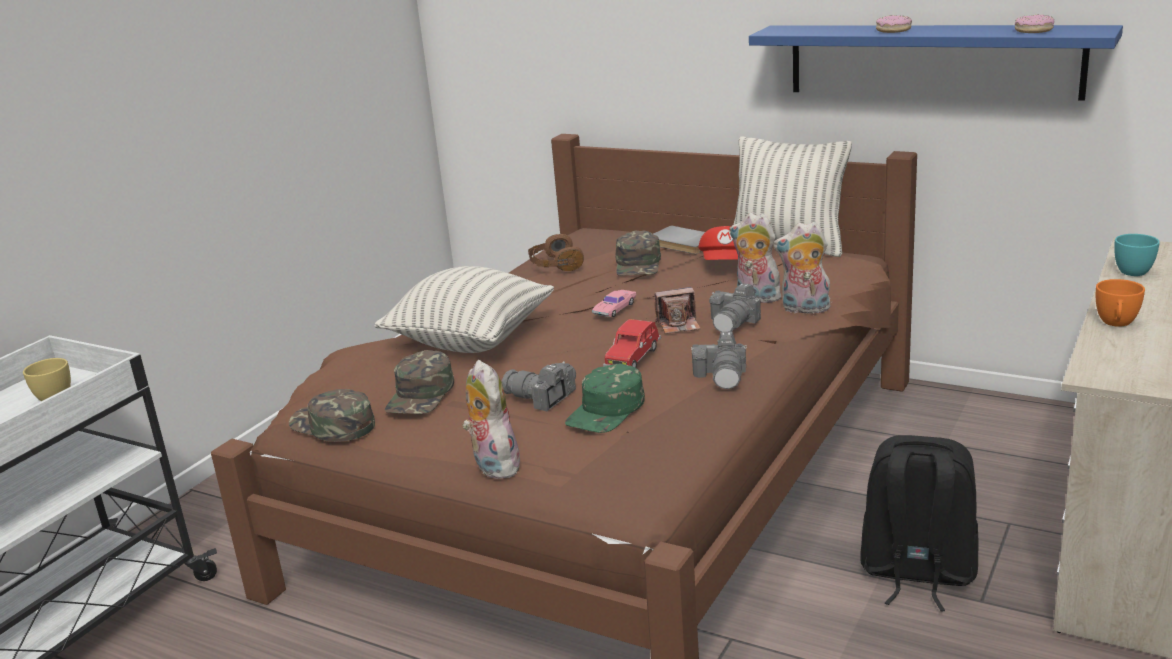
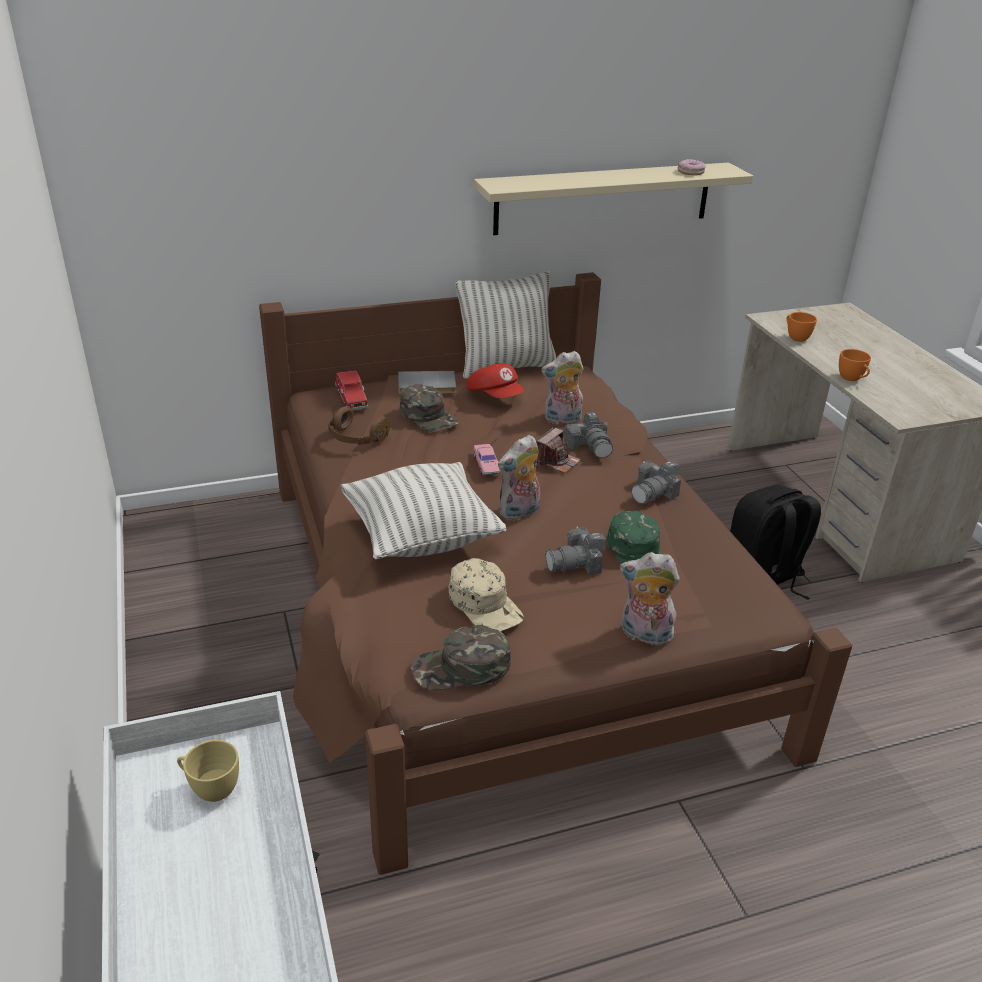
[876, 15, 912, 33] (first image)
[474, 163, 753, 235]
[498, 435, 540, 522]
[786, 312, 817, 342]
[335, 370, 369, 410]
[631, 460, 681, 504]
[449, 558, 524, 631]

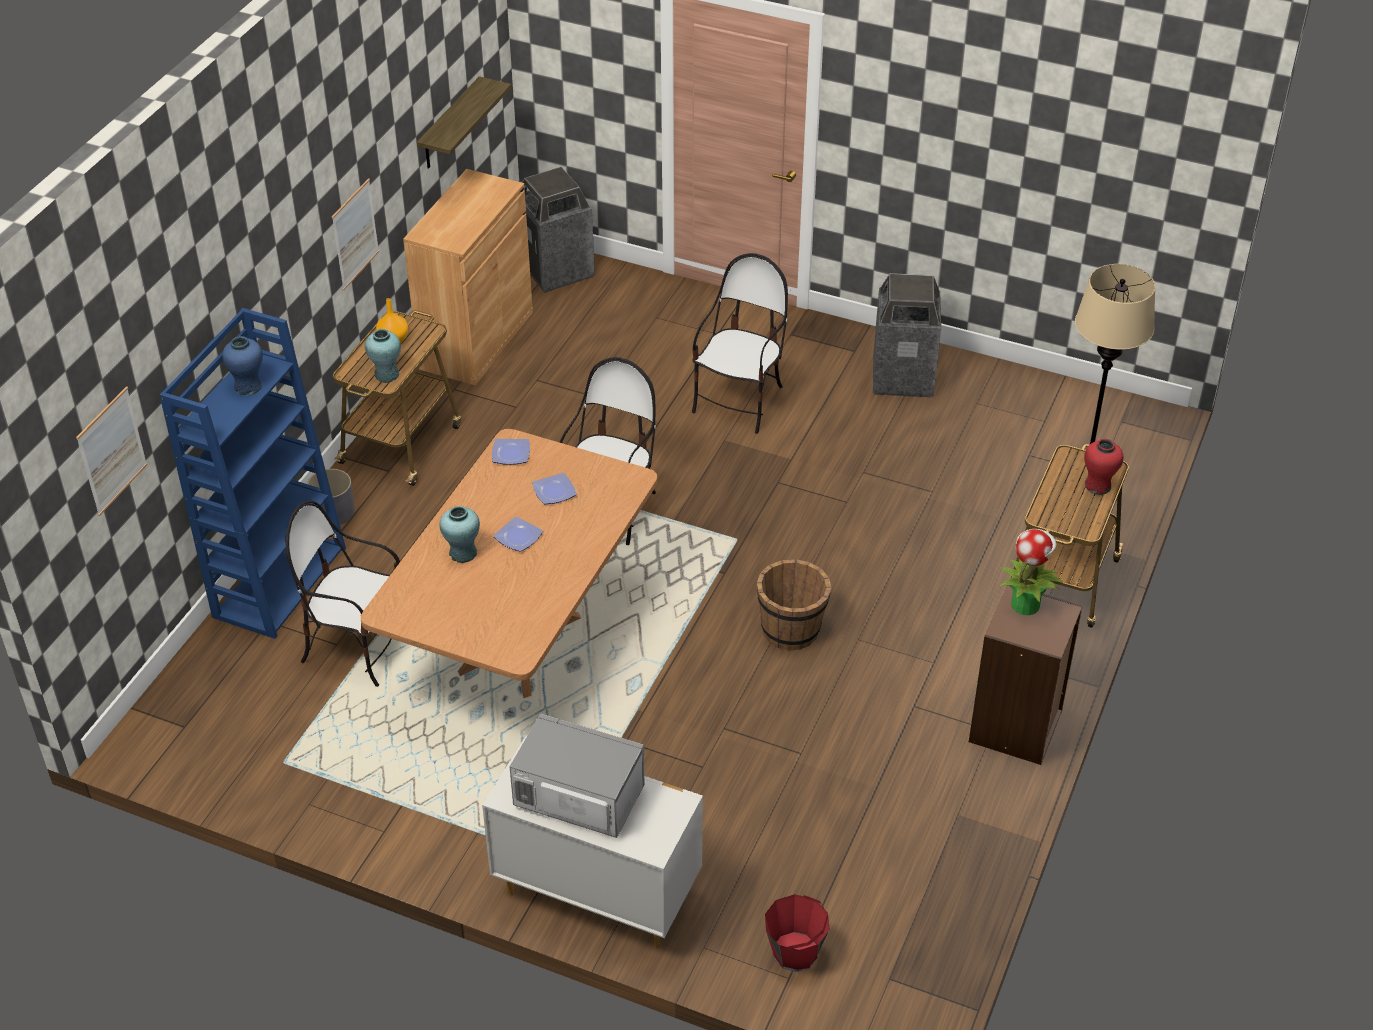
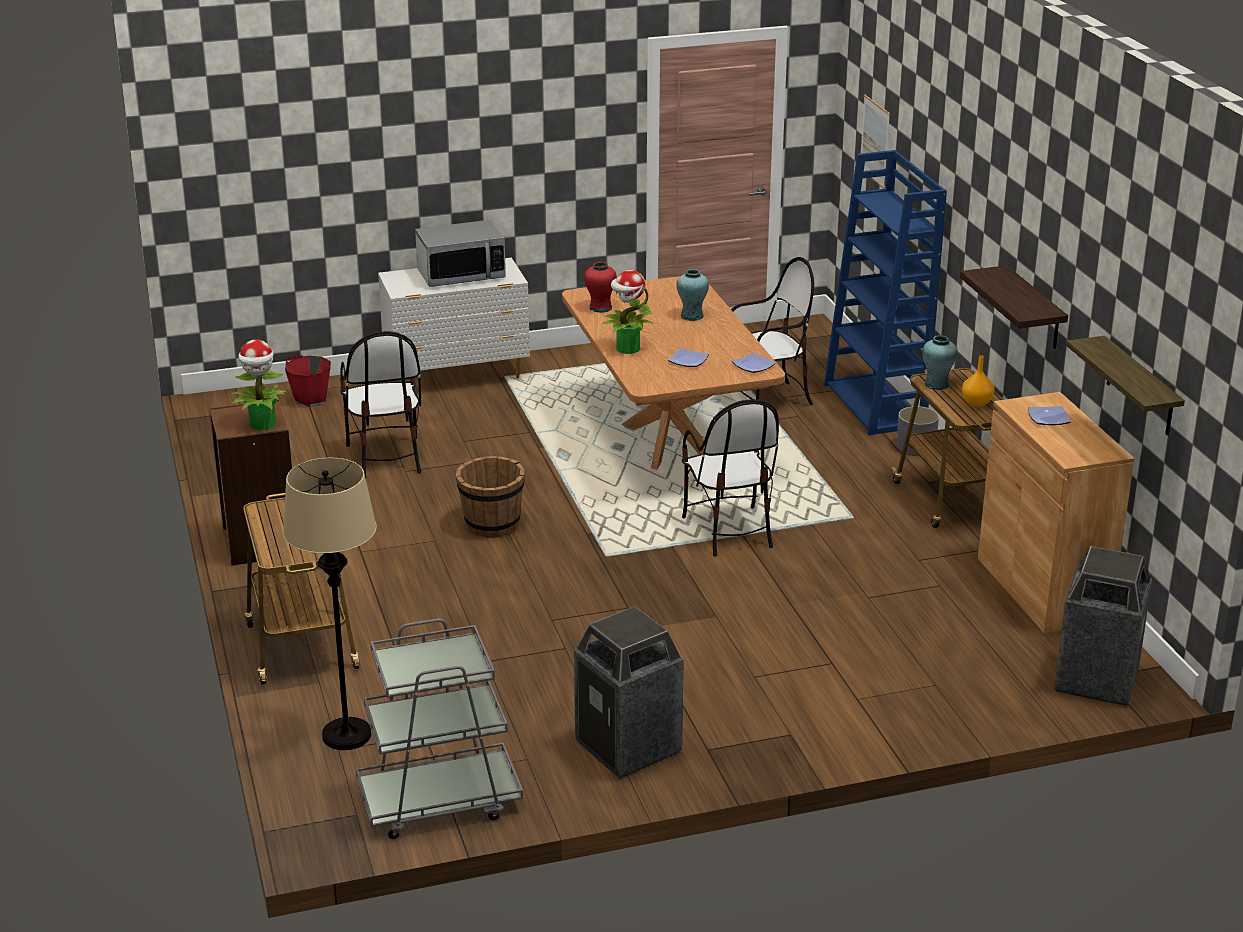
[960, 265, 1068, 349]
[340, 331, 421, 478]
[222, 336, 263, 396] (first image)
[584, 262, 617, 313]
[1028, 406, 1071, 425]
[602, 270, 654, 354]
[356, 619, 523, 839]

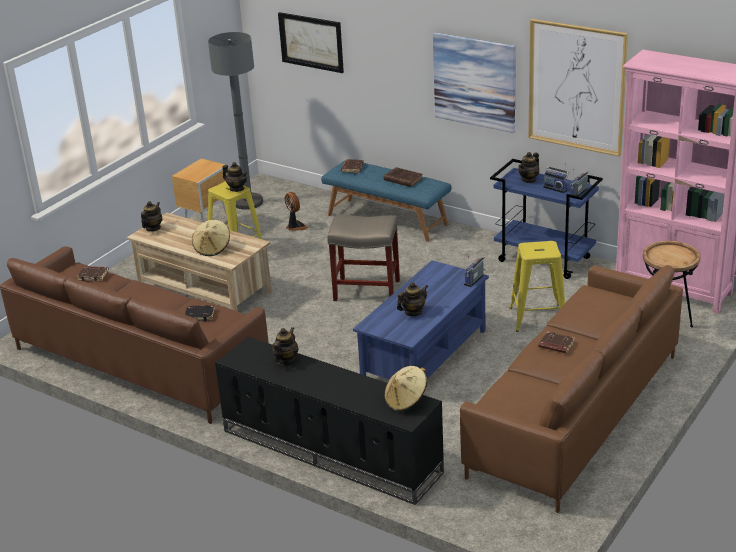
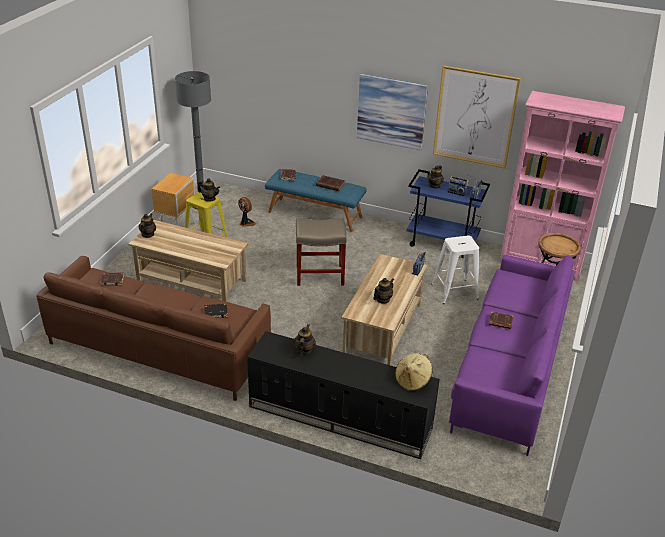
[278, 12, 344, 73] (first image)
[192, 219, 230, 256] (first image)
[431, 235, 479, 304]
[341, 254, 427, 365]
[449, 254, 575, 456]

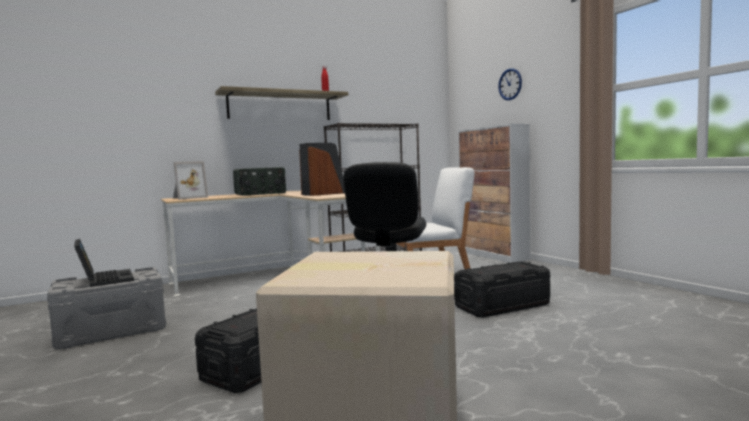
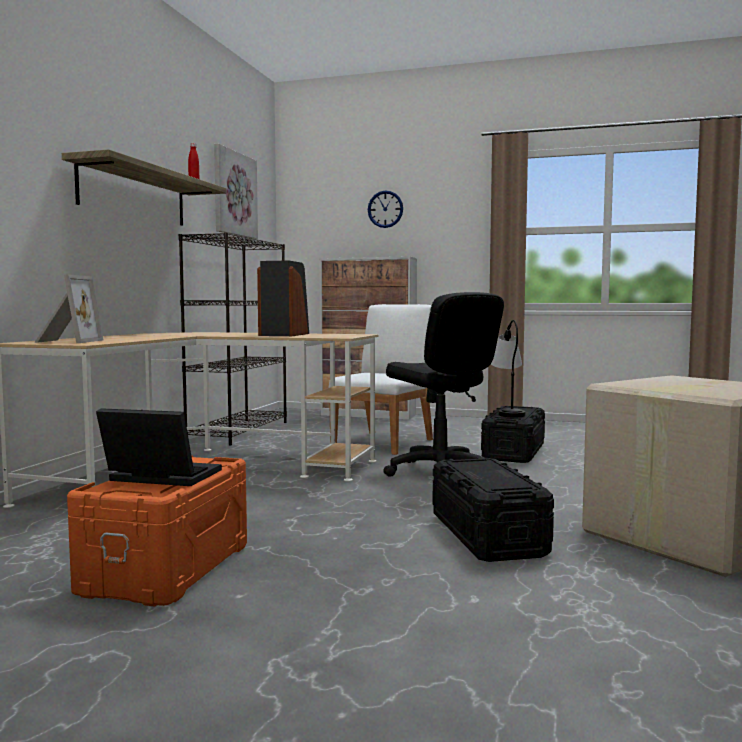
[233, 167, 286, 196] (first image)
[67, 456, 247, 607]
[214, 144, 258, 239]
[490, 320, 526, 417]

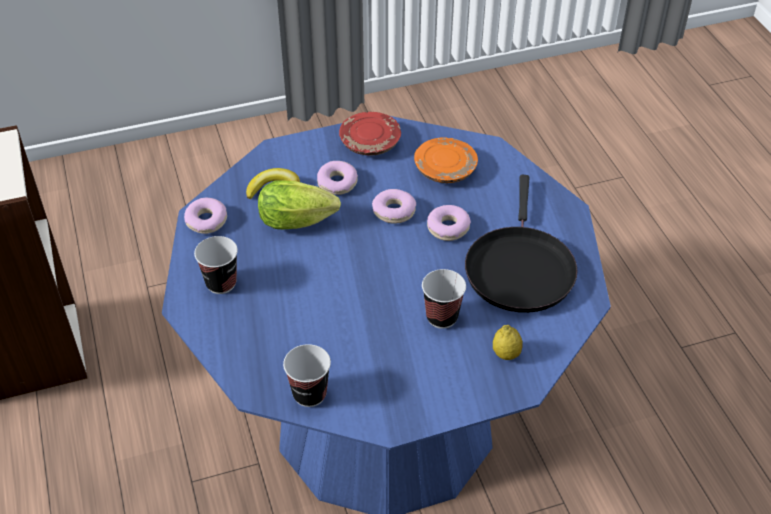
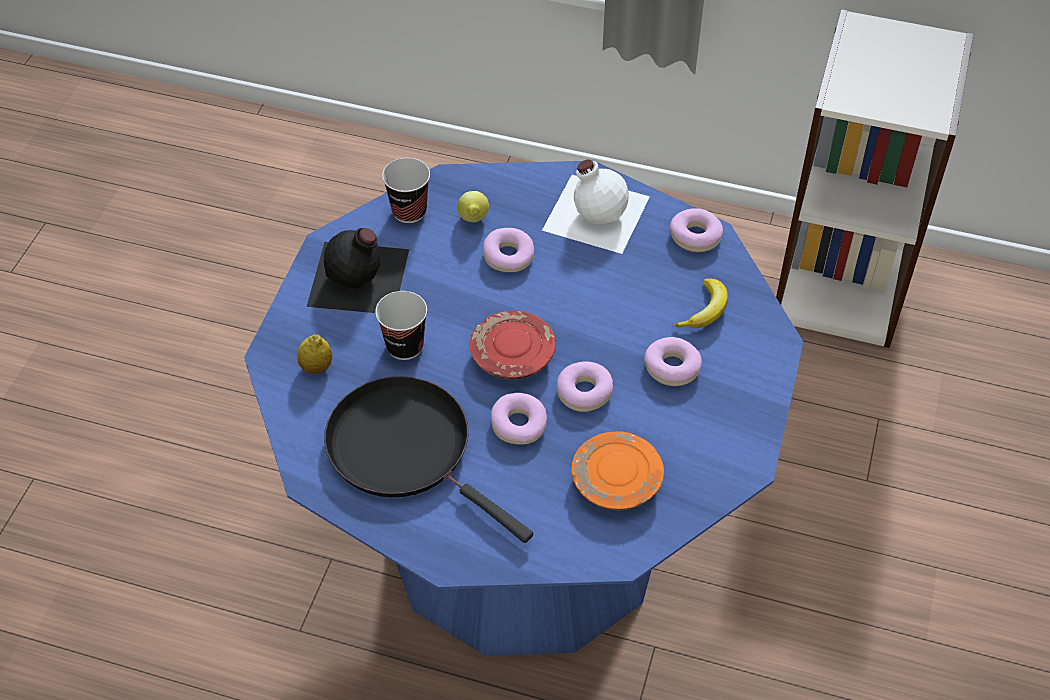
[469, 310, 556, 380]
[258, 180, 341, 229] (first image)
[542, 160, 650, 254]
[457, 191, 489, 222]
[306, 228, 409, 313]
[483, 228, 534, 272]

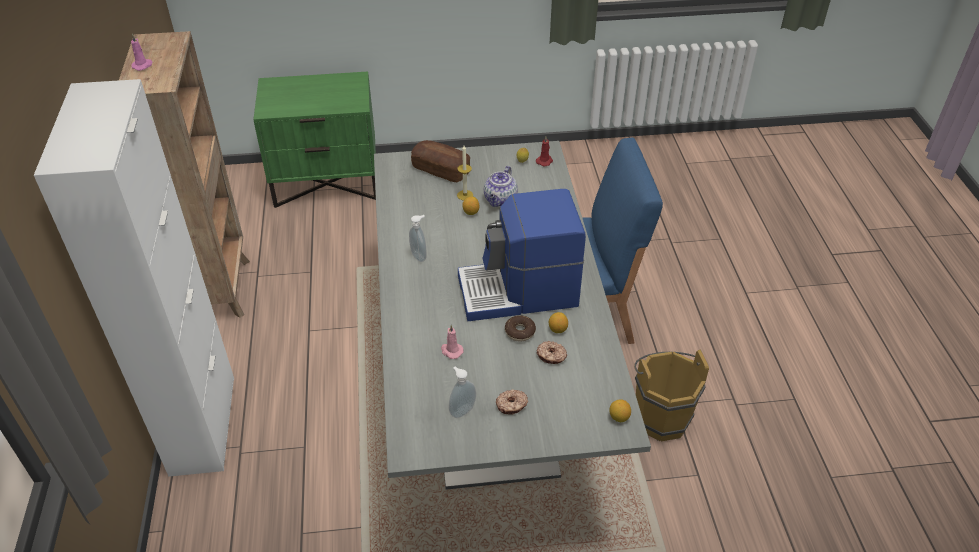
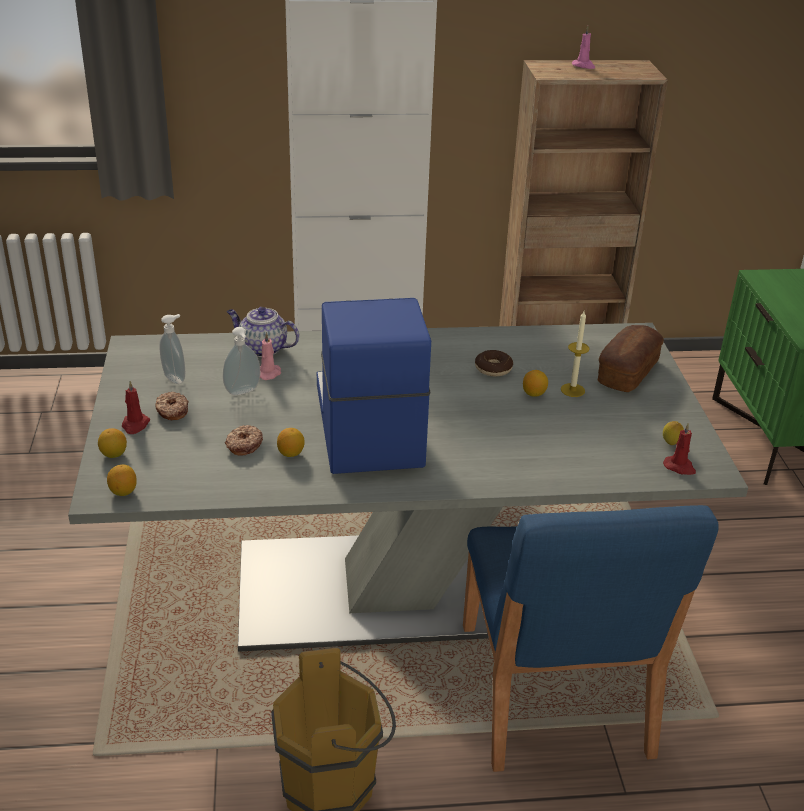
[227, 307, 299, 357]
[223, 327, 260, 395]
[475, 350, 513, 376]
[122, 381, 150, 434]
[98, 428, 127, 458]

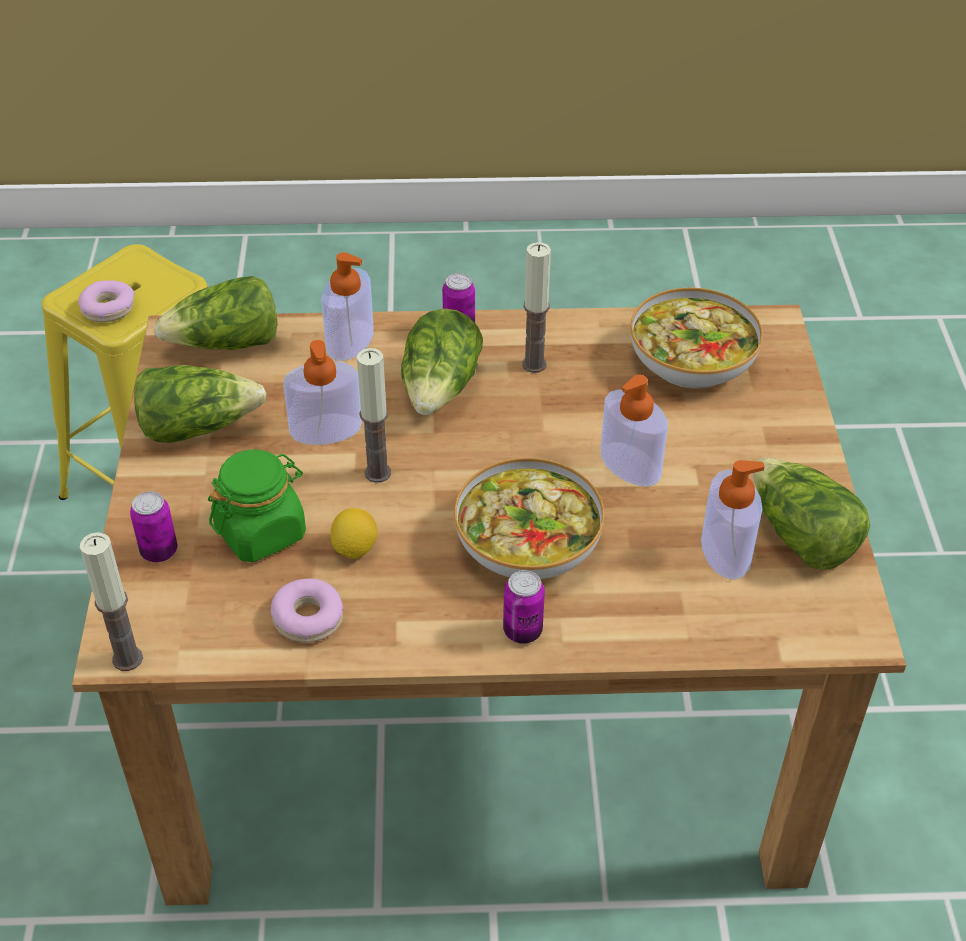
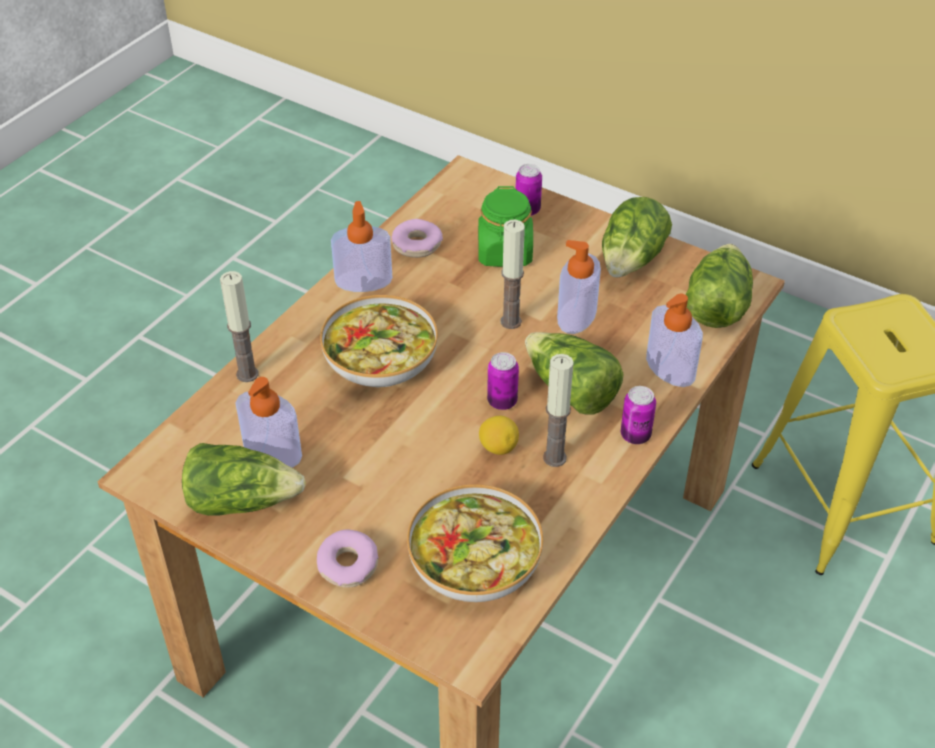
[317, 529, 378, 588]
[331, 201, 392, 292]
[479, 416, 519, 455]
[220, 271, 258, 382]
[487, 352, 519, 410]

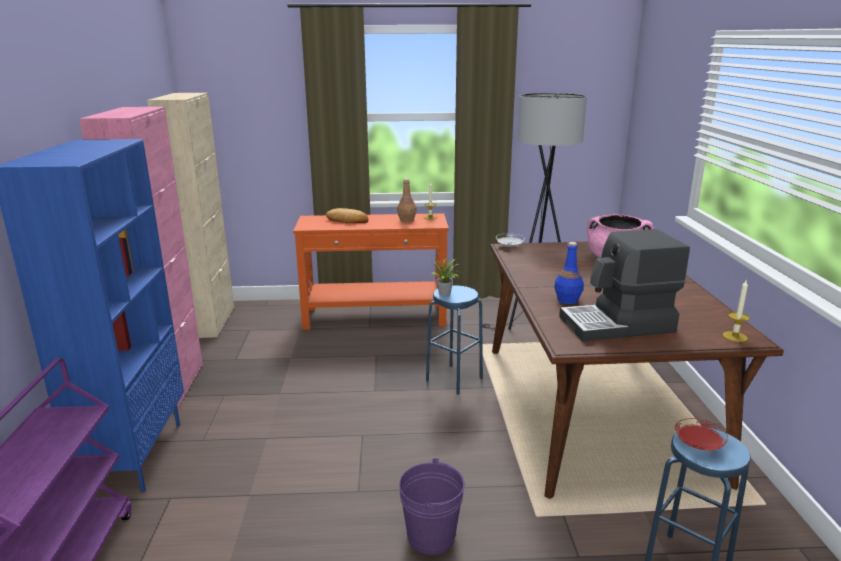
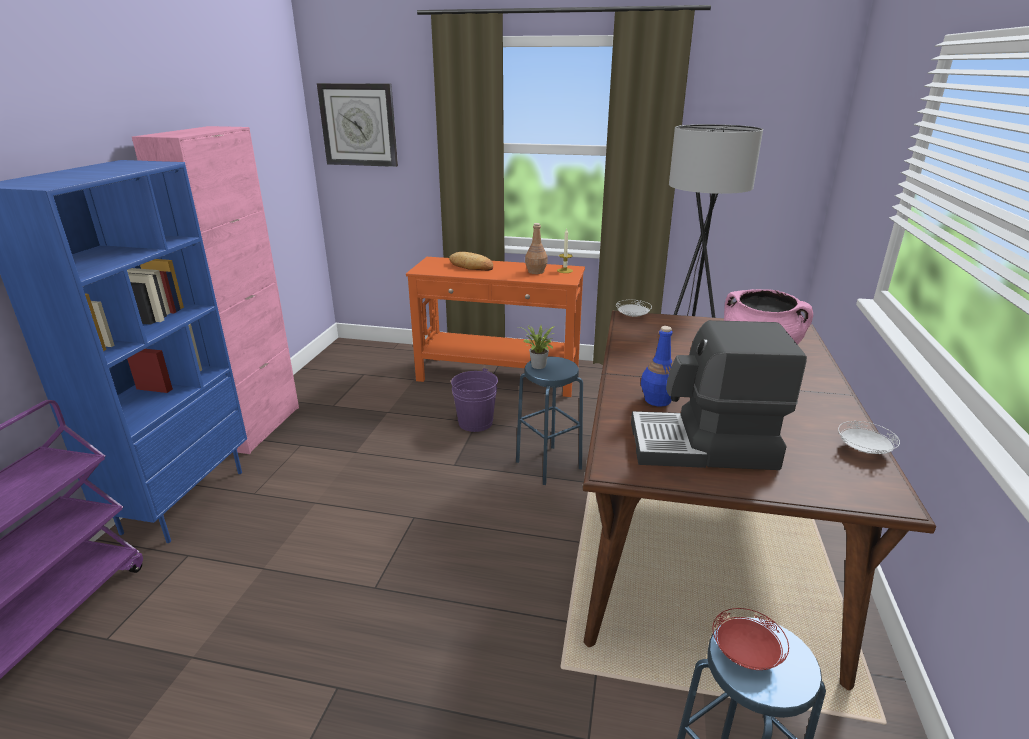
[147, 93, 234, 338] (first image)
[723, 281, 750, 342] (first image)
[451, 368, 498, 432]
[317, 83, 398, 167]
[838, 421, 900, 454]

